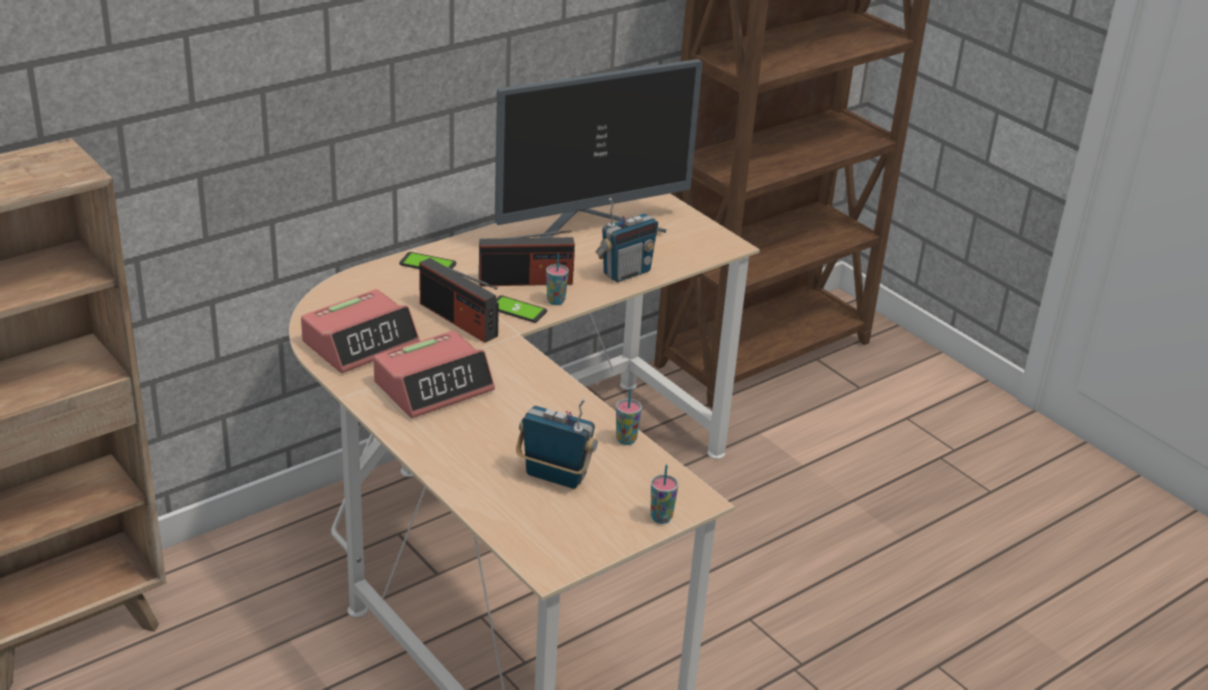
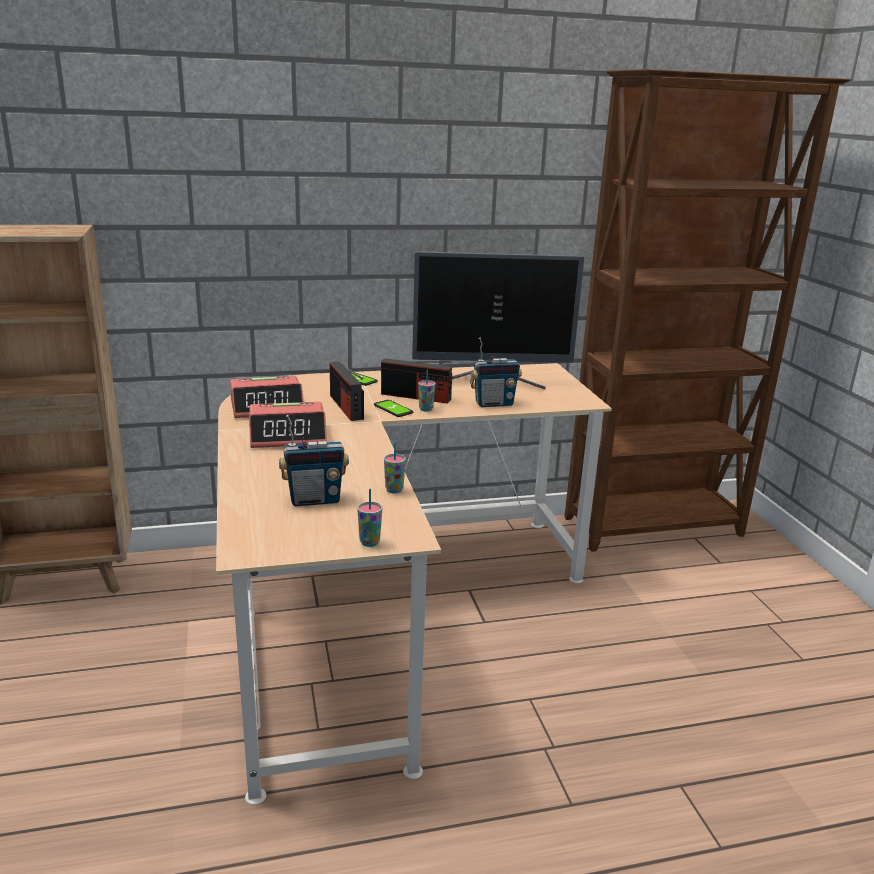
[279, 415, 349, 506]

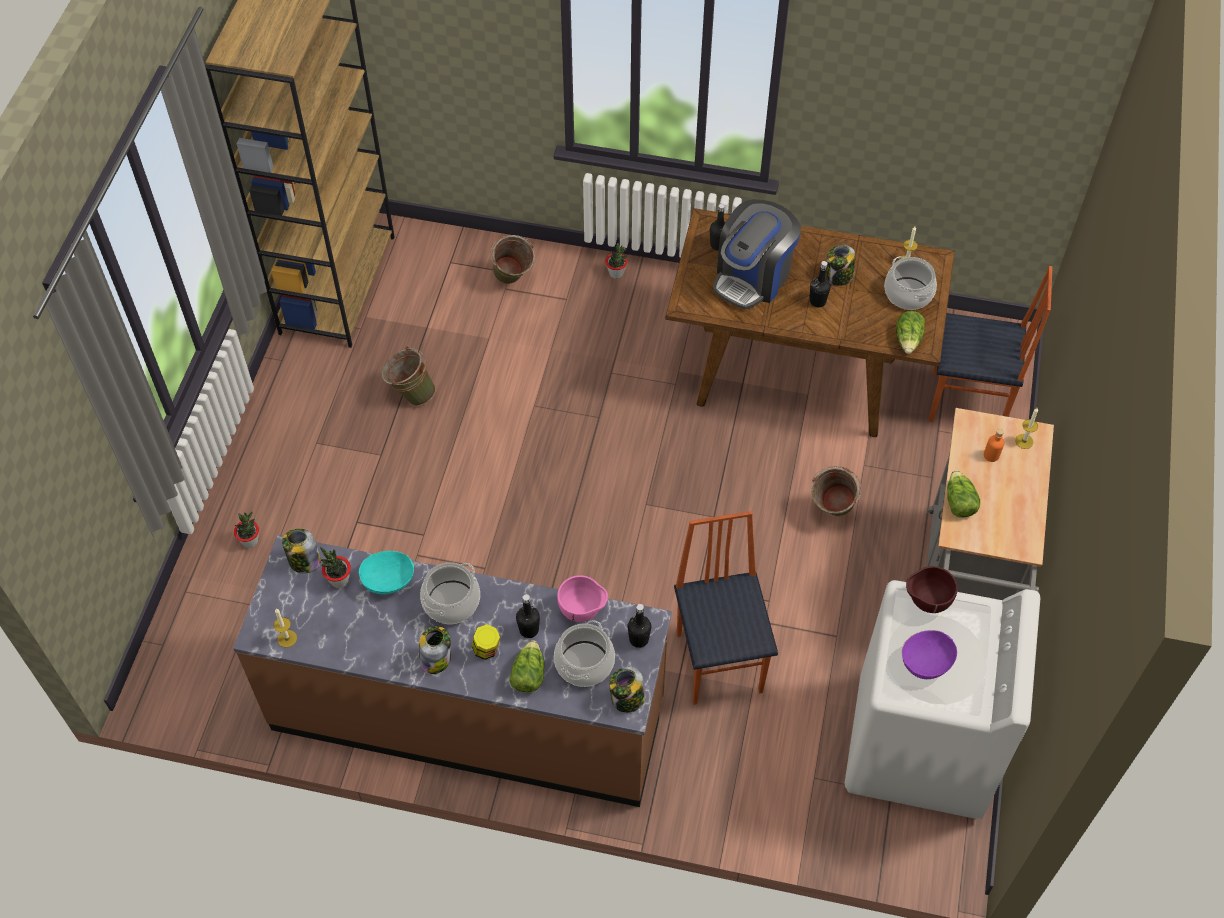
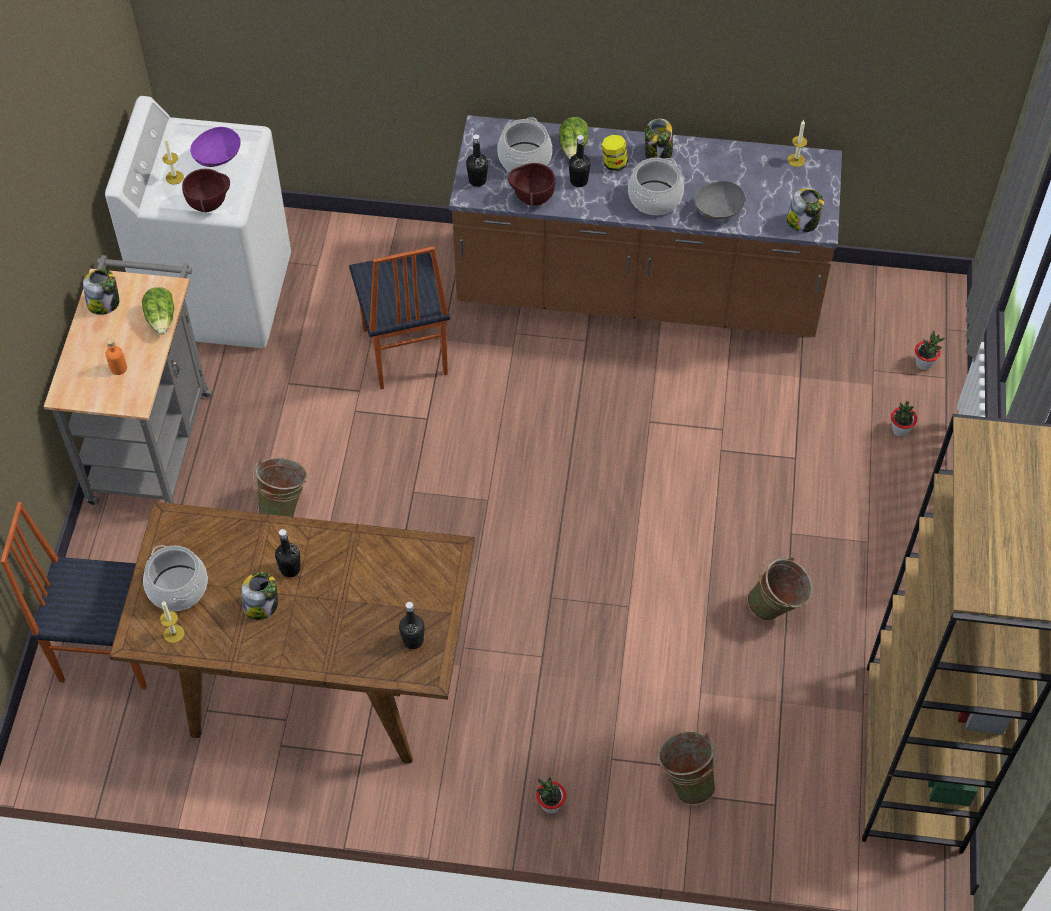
[713, 199, 801, 310] (first image)
[896, 311, 925, 354] (first image)
[162, 137, 184, 185]
[915, 330, 945, 370]
[694, 181, 746, 219]
[508, 163, 555, 206]
[83, 269, 119, 315]

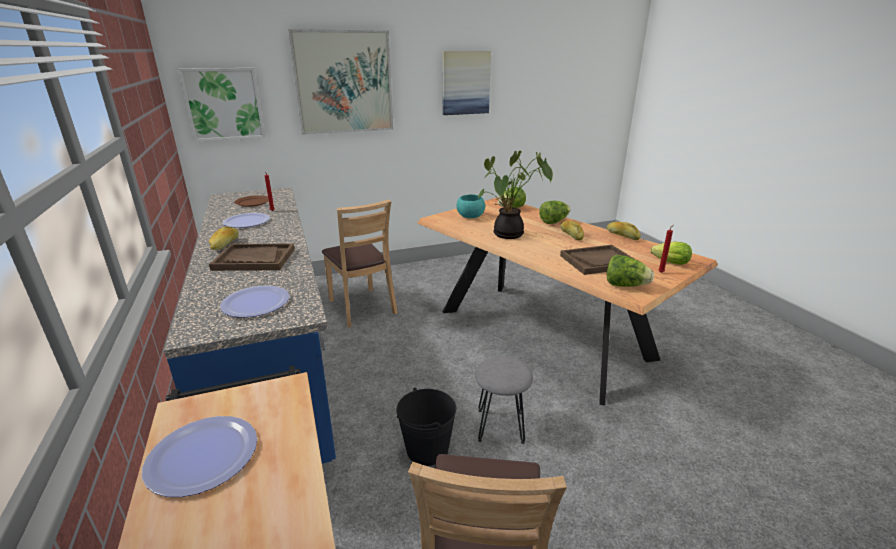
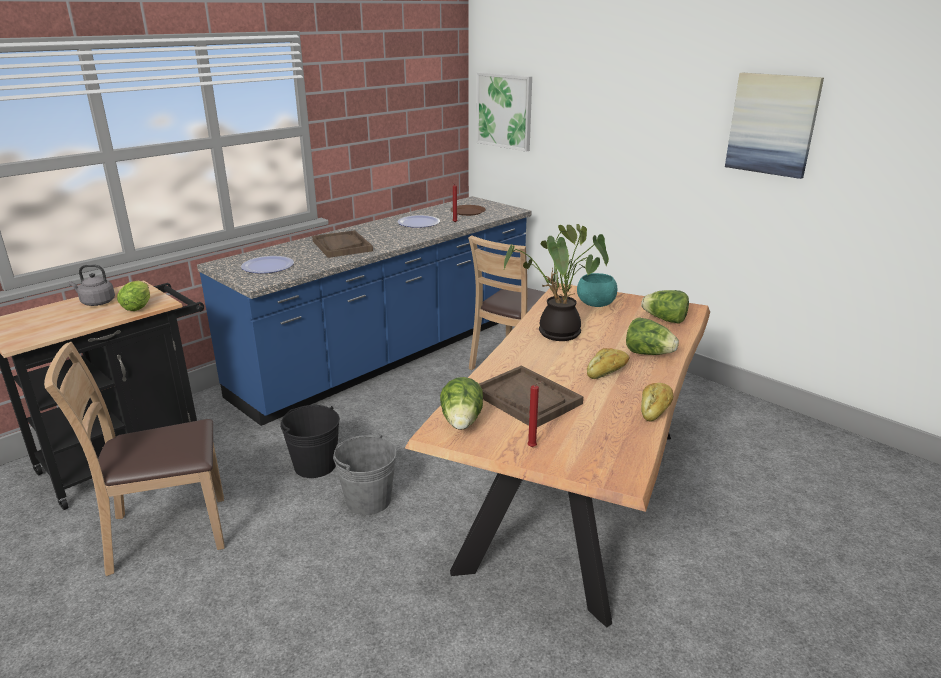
[288, 29, 394, 135] (first image)
[209, 226, 239, 250] (first image)
[117, 281, 150, 311]
[333, 434, 397, 515]
[69, 264, 115, 306]

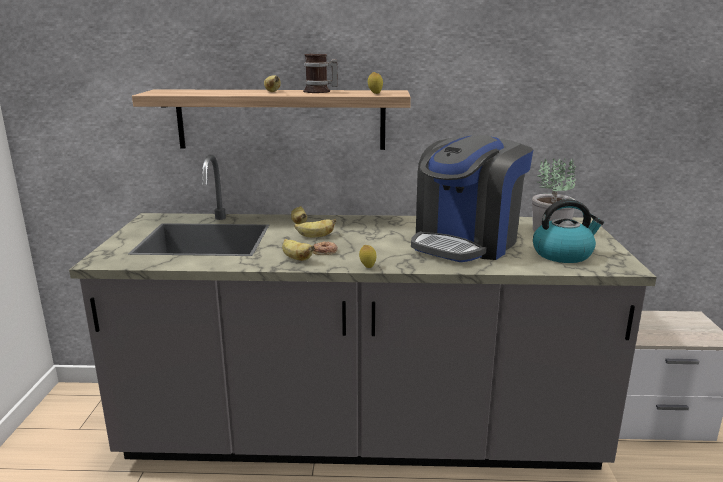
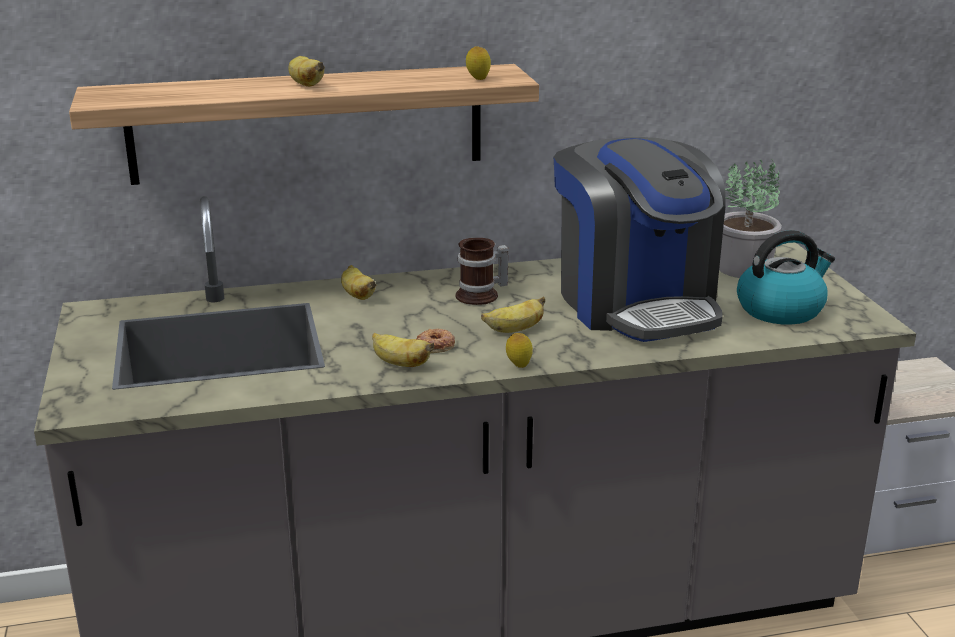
[455, 238, 509, 305]
[554, 137, 726, 342]
[481, 296, 545, 333]

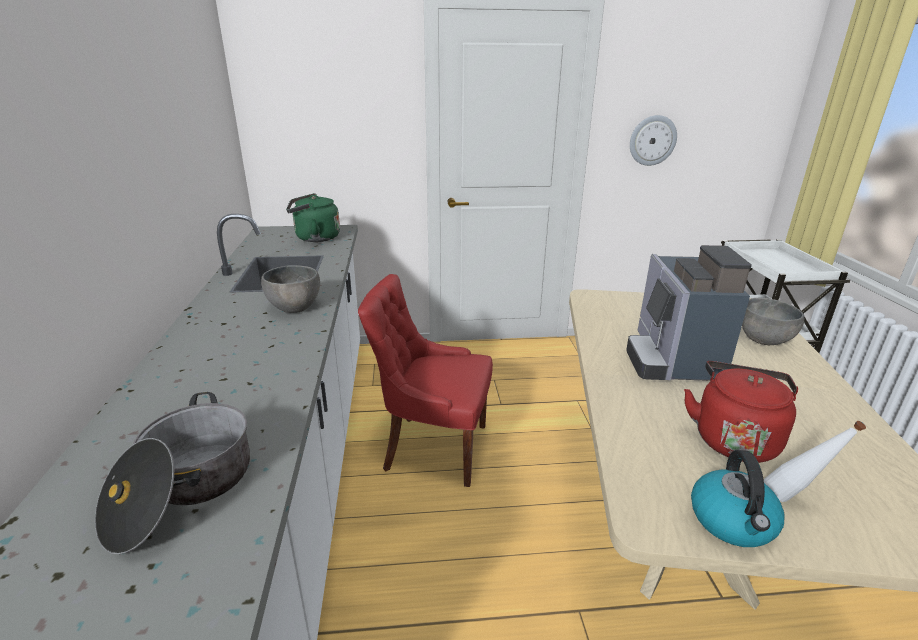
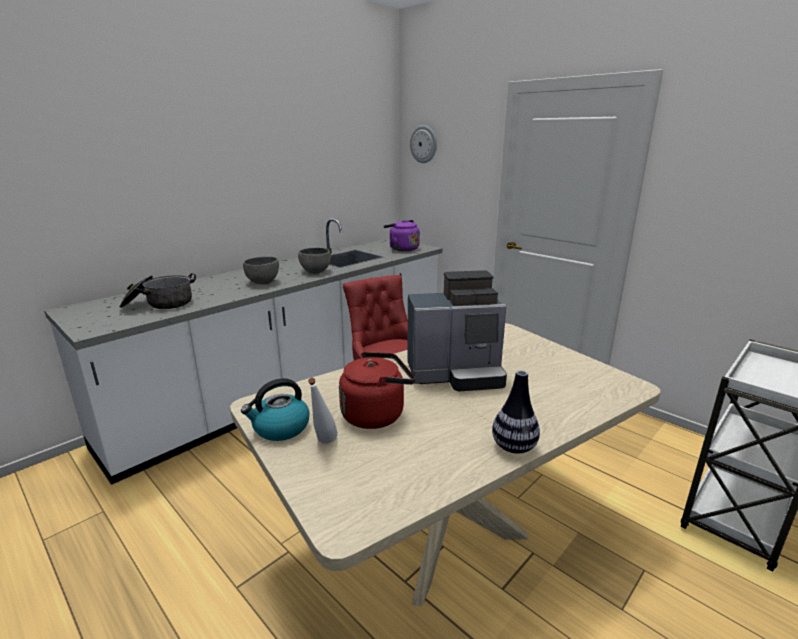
[410, 125, 437, 163]
[384, 220, 420, 251]
[407, 270, 507, 392]
[243, 257, 279, 284]
[492, 370, 540, 453]

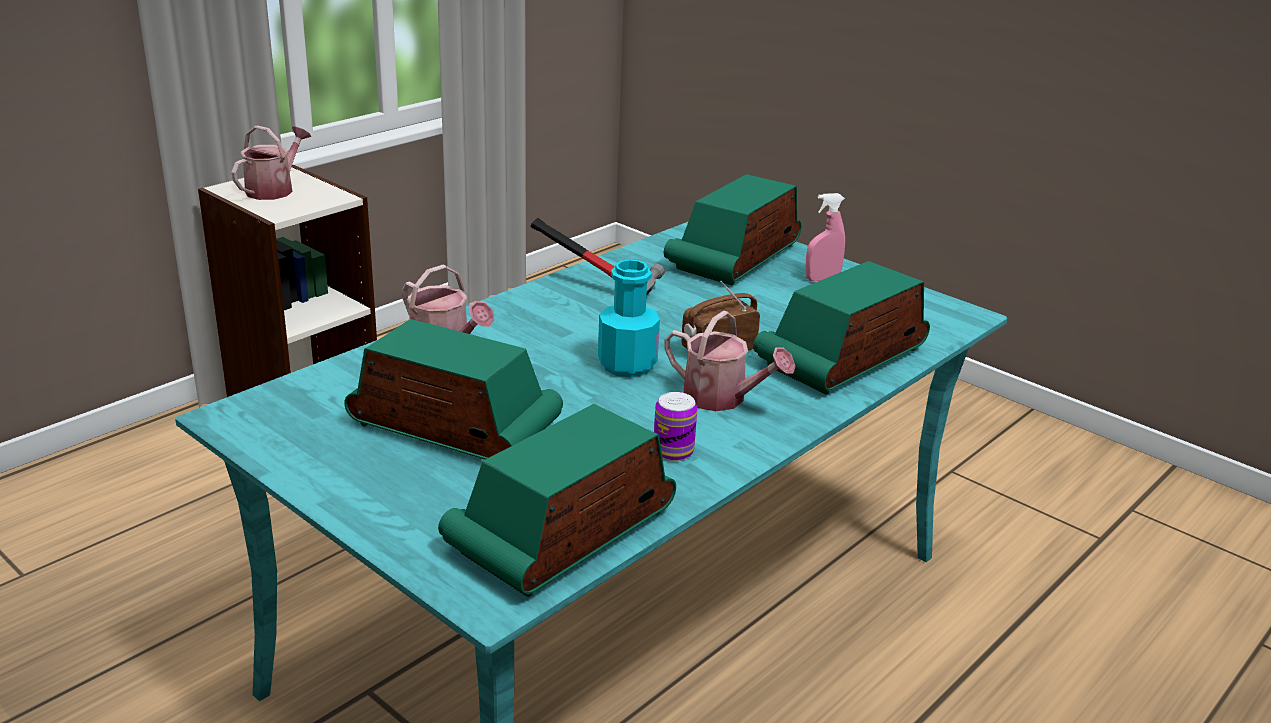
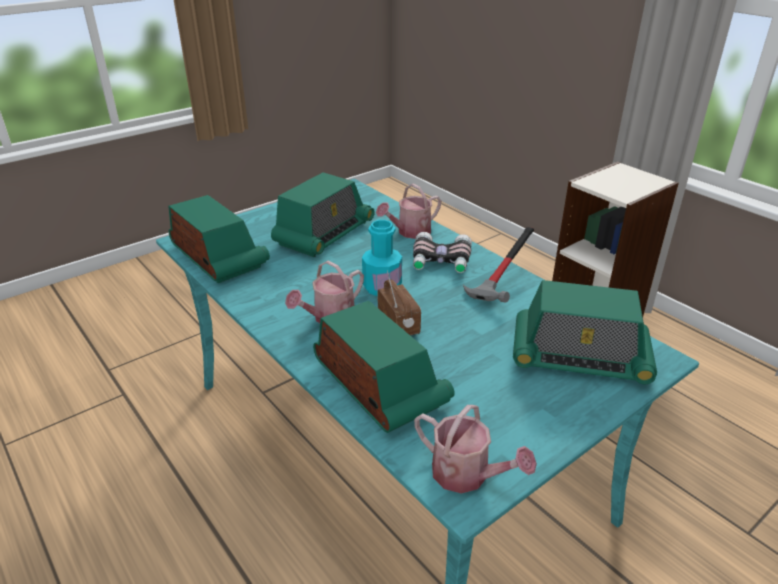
[414, 405, 537, 494]
[513, 280, 657, 384]
[805, 193, 845, 281] (first image)
[654, 392, 697, 461] (first image)
[413, 232, 472, 273]

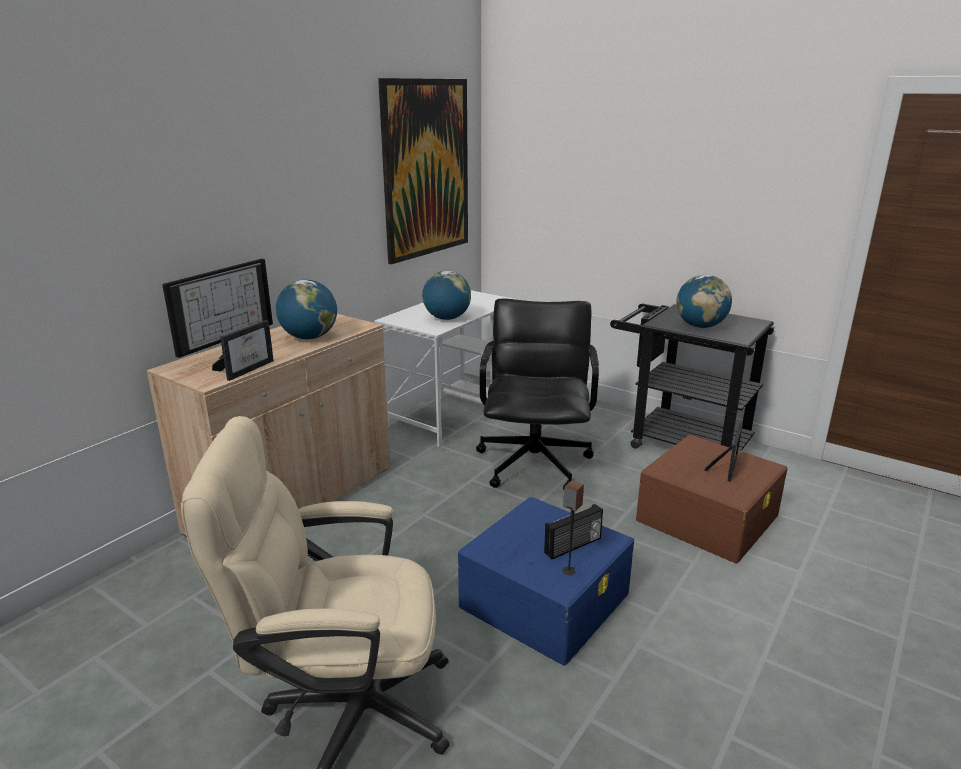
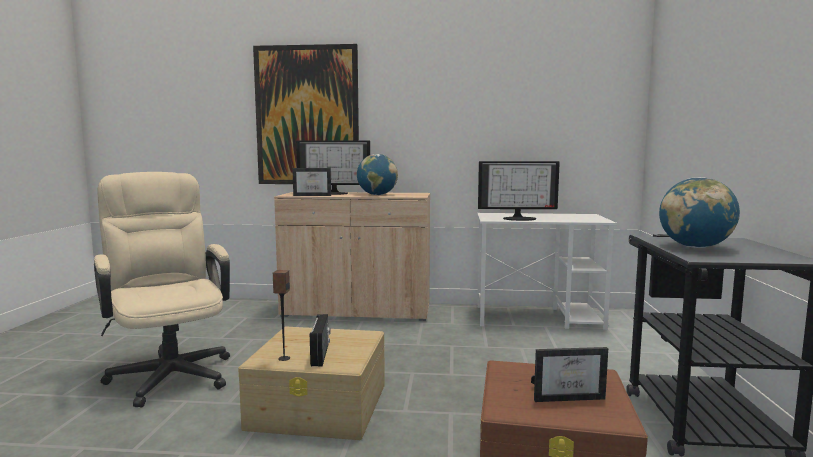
[253, 44, 359, 184]
[478, 161, 560, 221]
[476, 299, 599, 489] (first image)
[238, 326, 385, 440]
[310, 314, 331, 366]

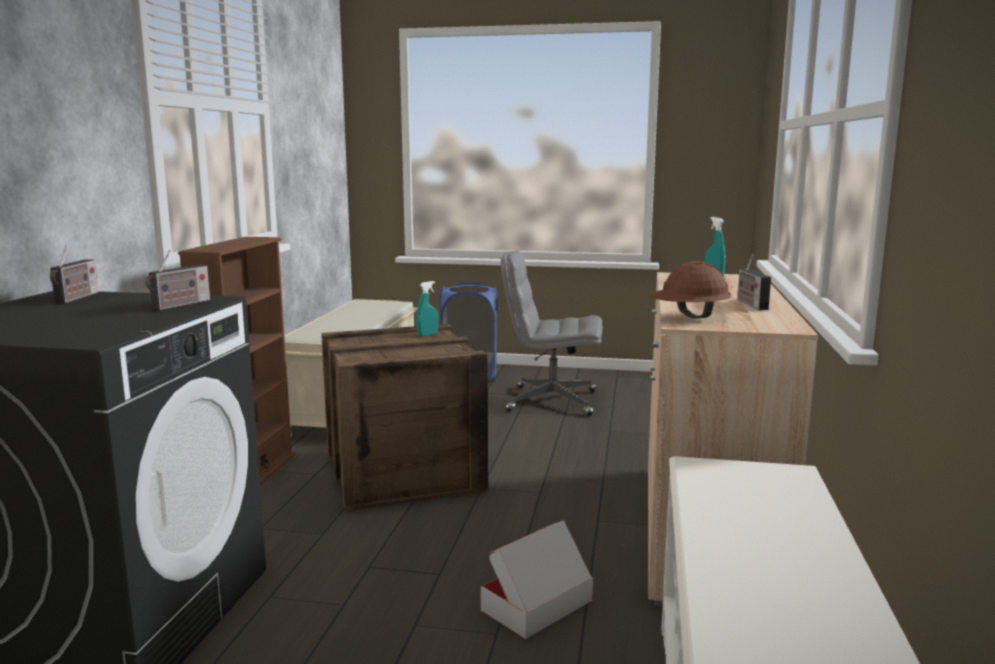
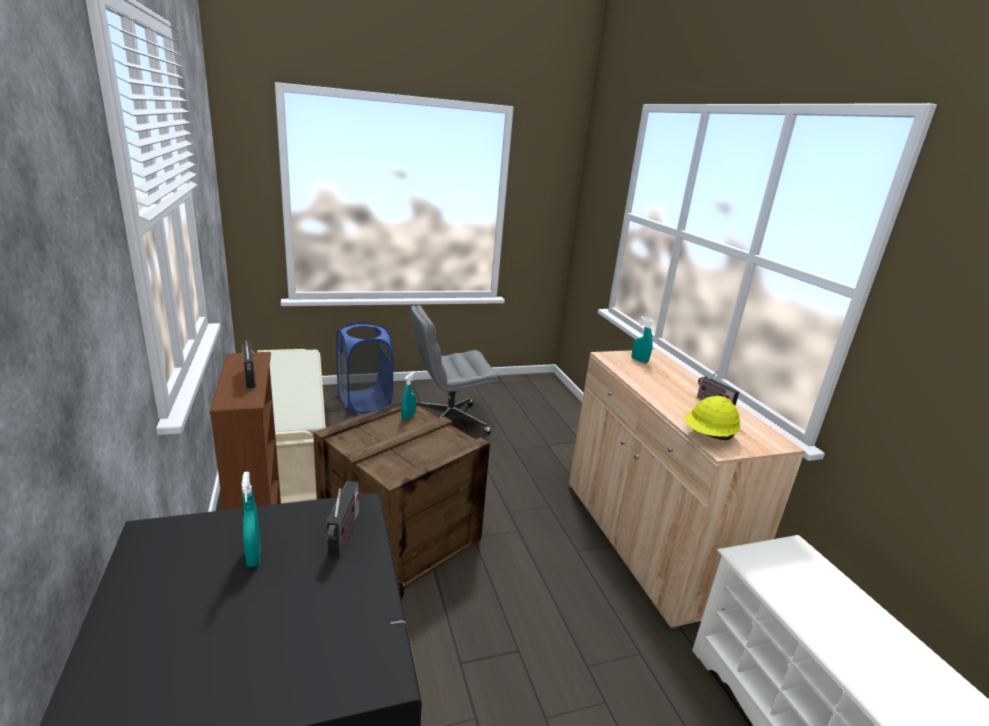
[242, 341, 256, 388]
[685, 395, 740, 440]
[481, 520, 593, 639] (first image)
[242, 472, 261, 567]

